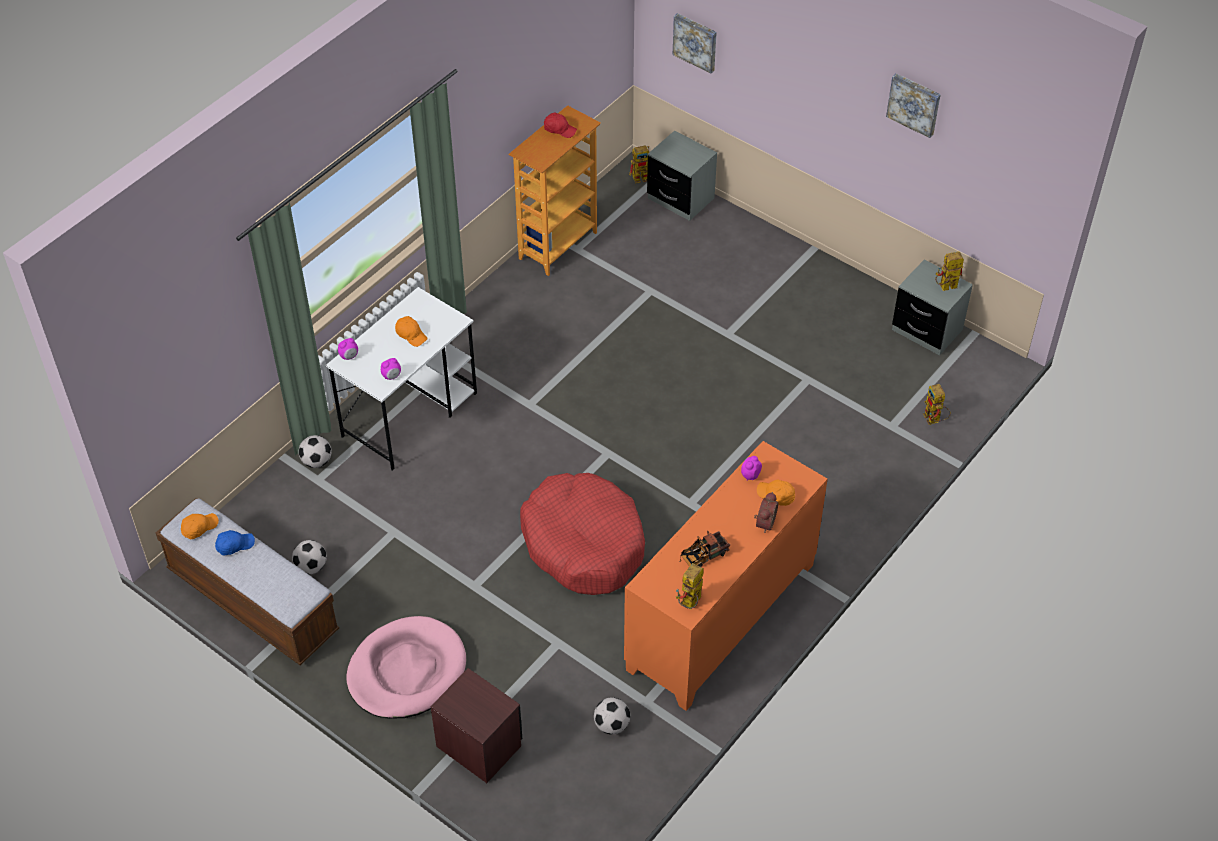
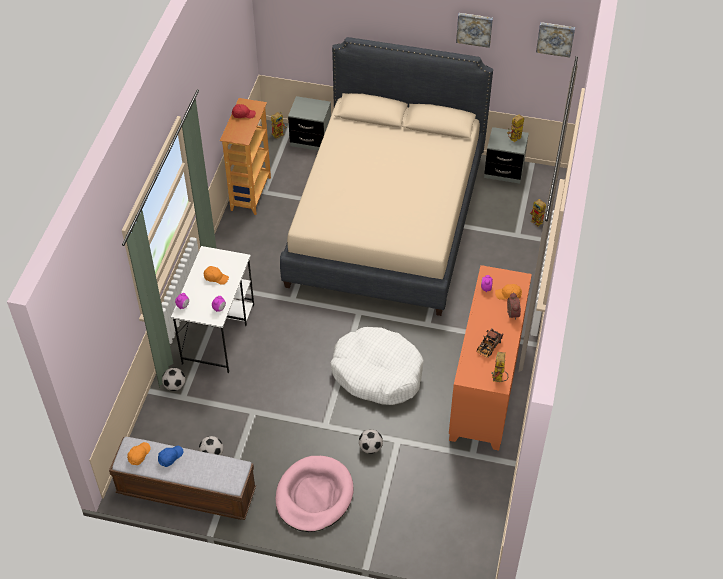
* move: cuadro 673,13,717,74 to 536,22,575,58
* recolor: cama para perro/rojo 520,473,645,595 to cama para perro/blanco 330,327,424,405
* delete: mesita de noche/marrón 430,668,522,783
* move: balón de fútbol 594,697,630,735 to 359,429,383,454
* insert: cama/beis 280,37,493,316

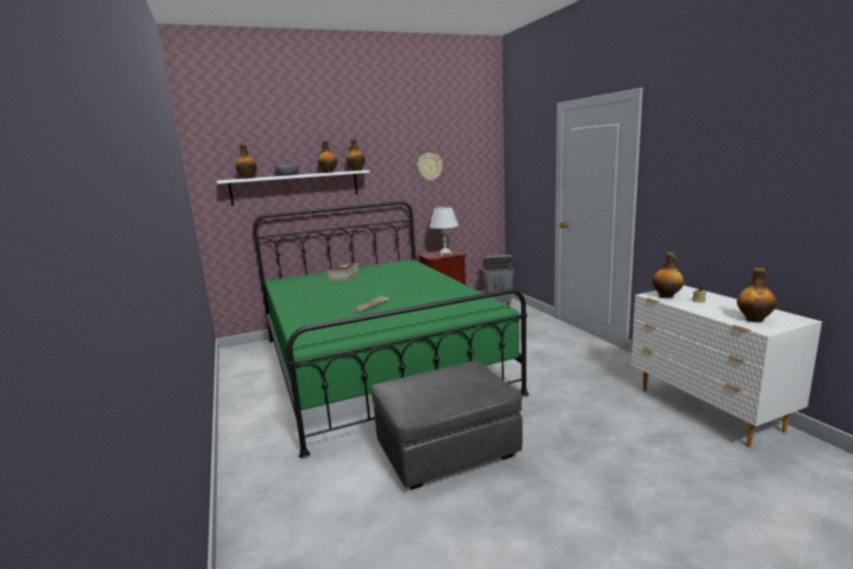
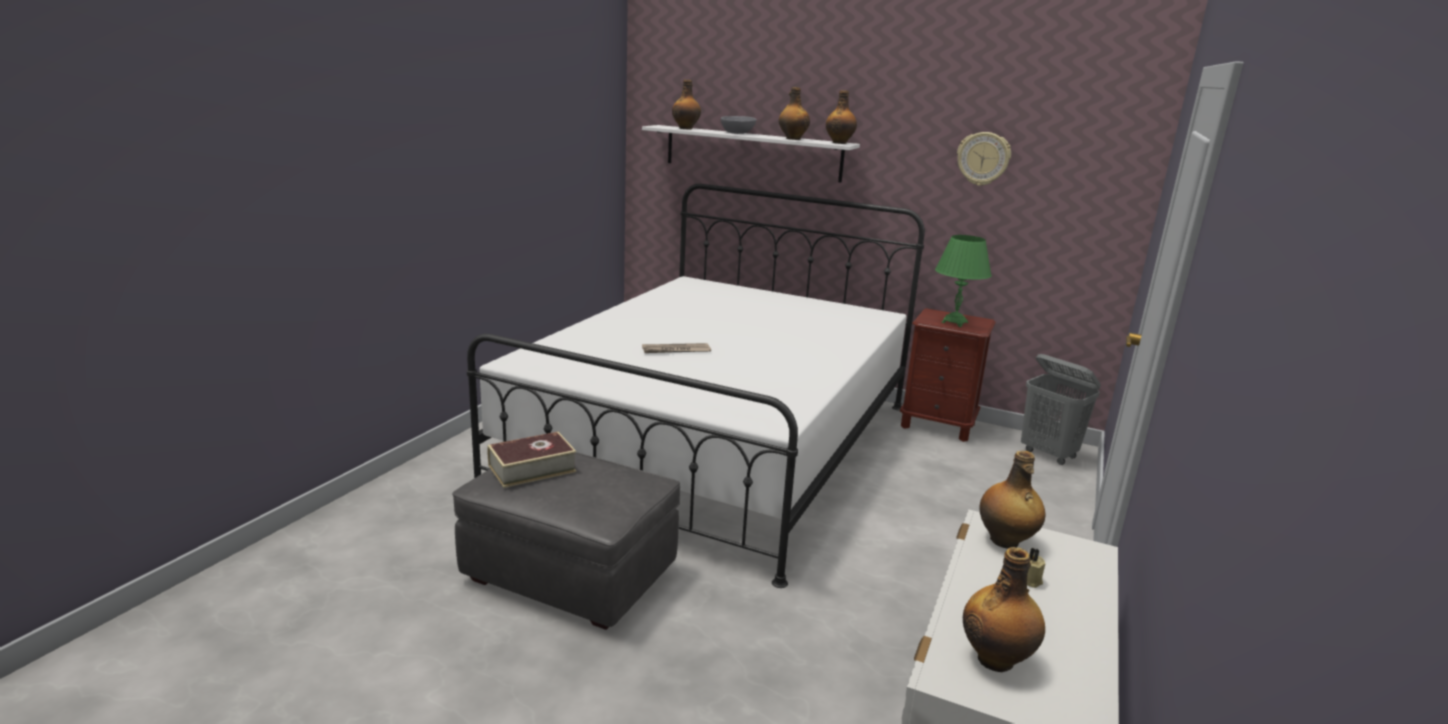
* recolor: cama/verde 253,201,529,458 to cama/blanco 467,184,925,588
* recolor: lámpara de mesa/blanco 429,206,459,255 to lámpara de mesa/verde 935,235,992,327
* move: libro 328,263,360,281 to 487,432,577,488

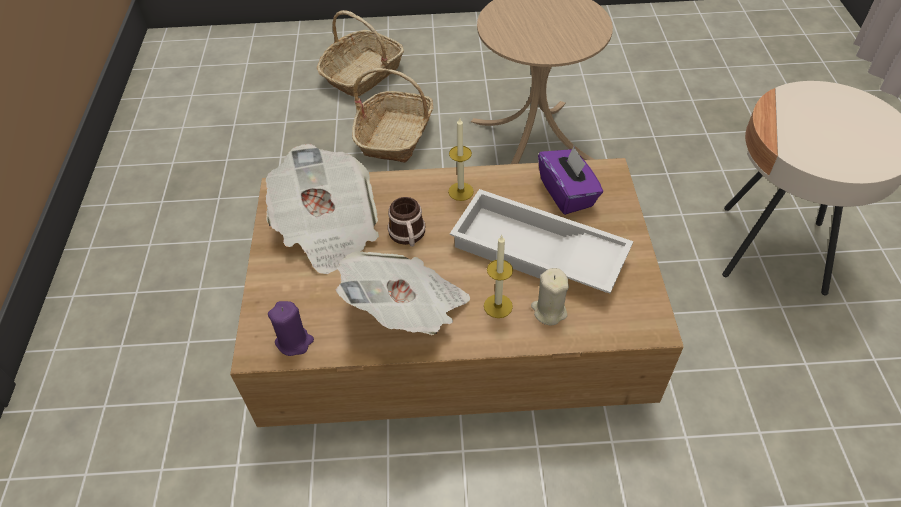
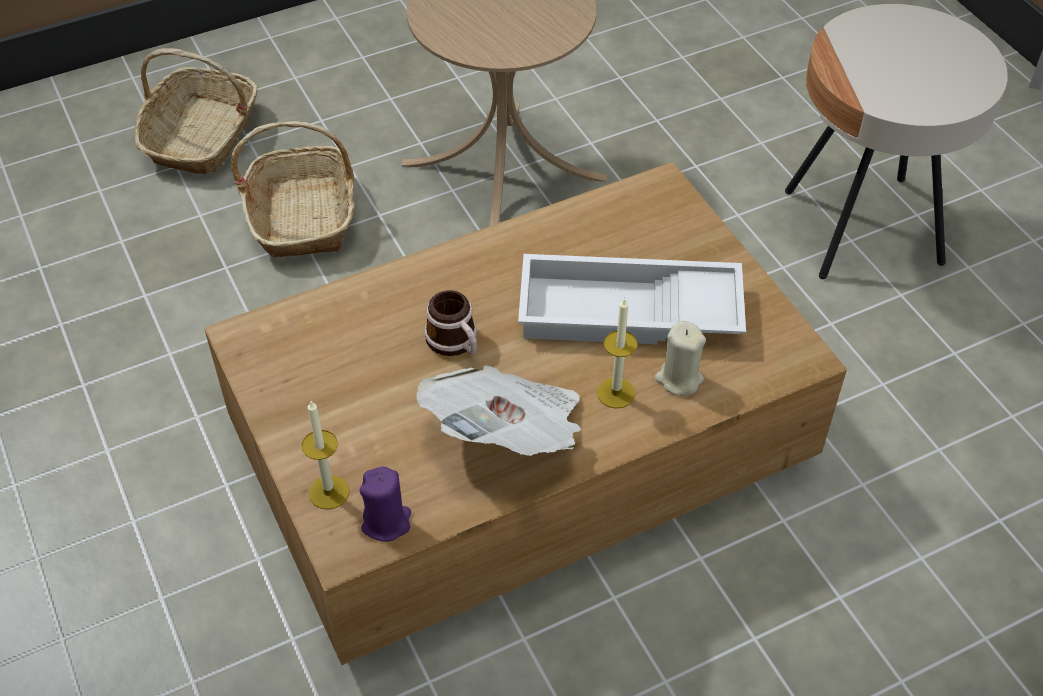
* move: vela 448,118,474,201 to 302,401,349,510
* delete: periódico 266,144,379,274
* delete: caja de pañuelos/morado 538,146,603,215

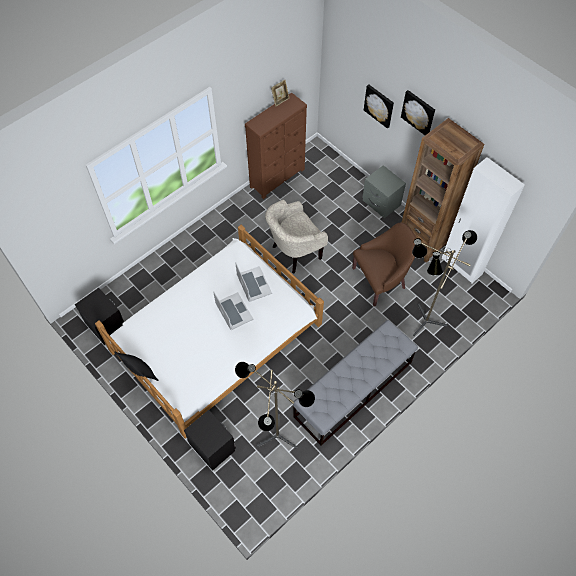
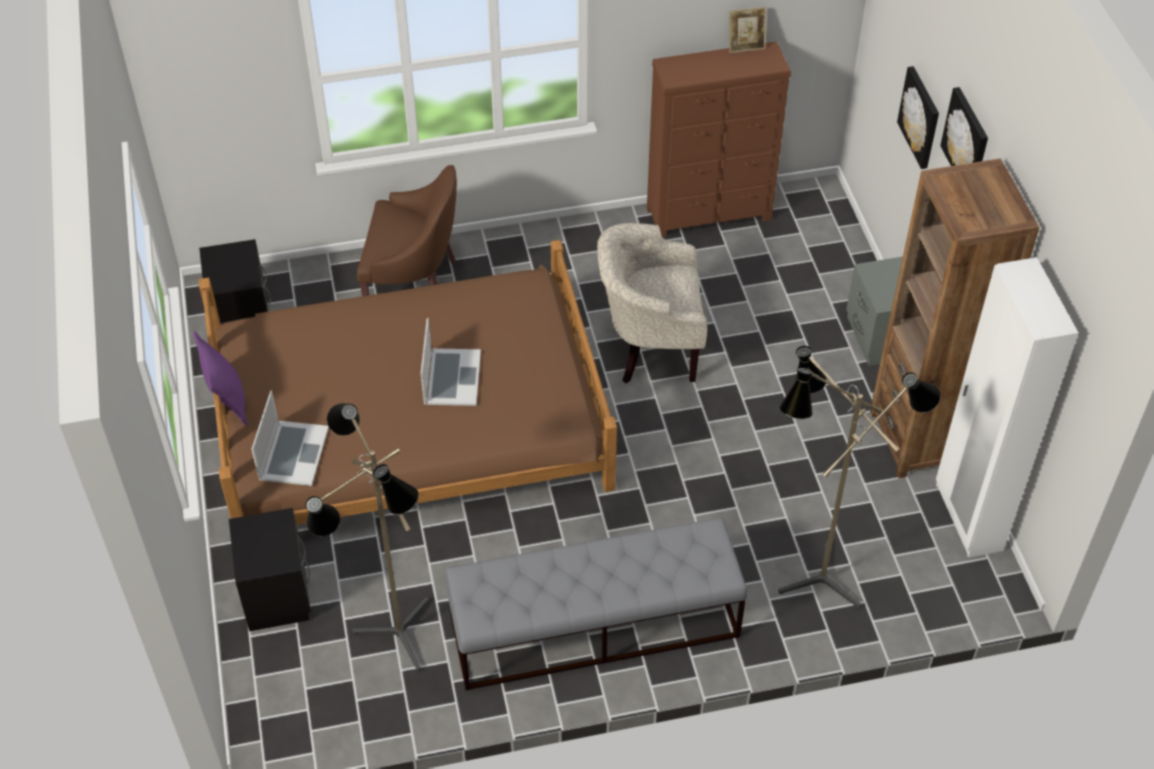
* move: sillón/marrón 352,222,416,306 to 357,165,457,296
* recolor: cama/blanco 95,225,324,439 to cama/marrón 199,240,617,525
* move: portátil 236,263,272,302 to 251,390,329,486
* recolor: cojín/negro 114,352,158,381 to cojín/morado 193,331,248,426

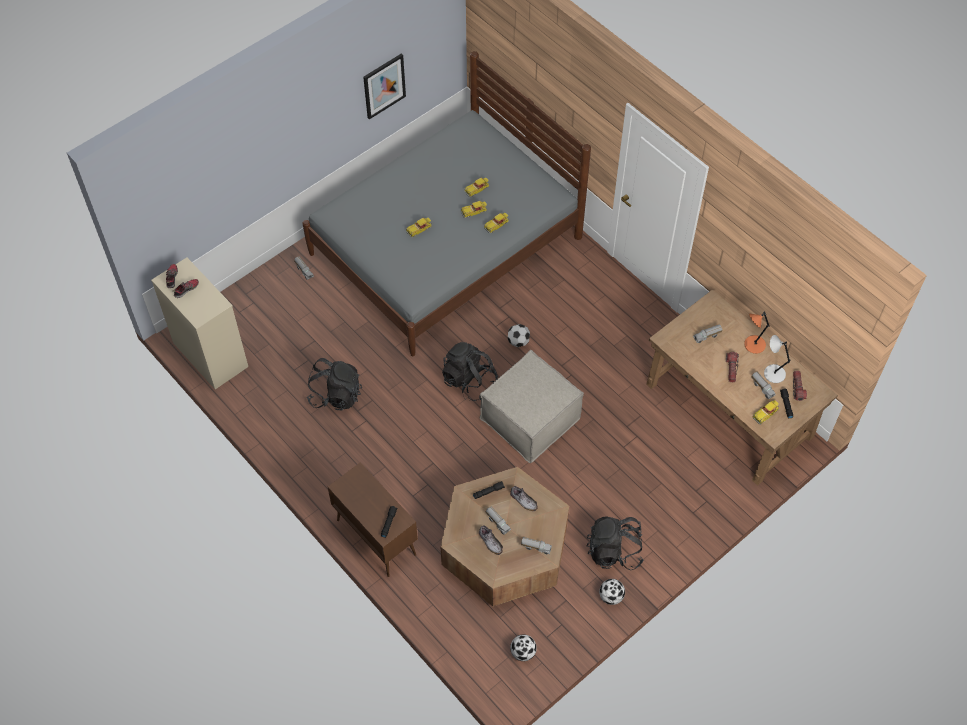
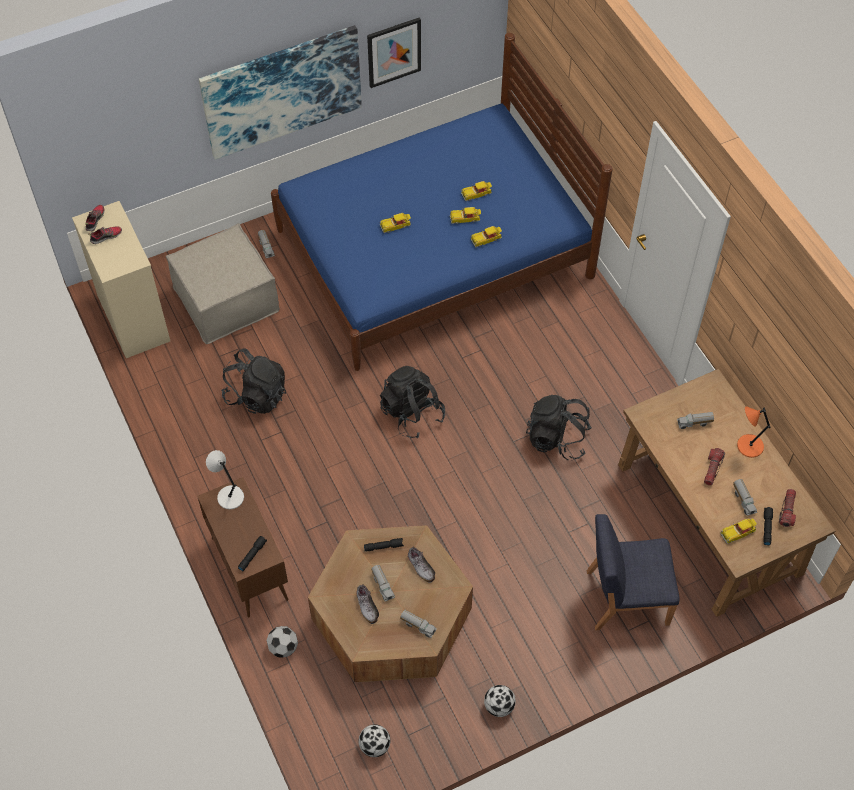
* recolor: cama/gris 303,51,591,356 to cama/azul 271,33,613,371
* move: balón de fútbol 508,324,530,347 to 266,626,298,658
* move: lámpara de mesa/gris 764,335,791,383 to 206,450,244,510
* move: puf/beis 480,350,584,463 to 166,223,280,344
* move: mochila/negro 587,517,644,570 to 526,395,592,460
* insert: cuadro 199,25,362,160
* insert: silla/azul 587,514,679,630

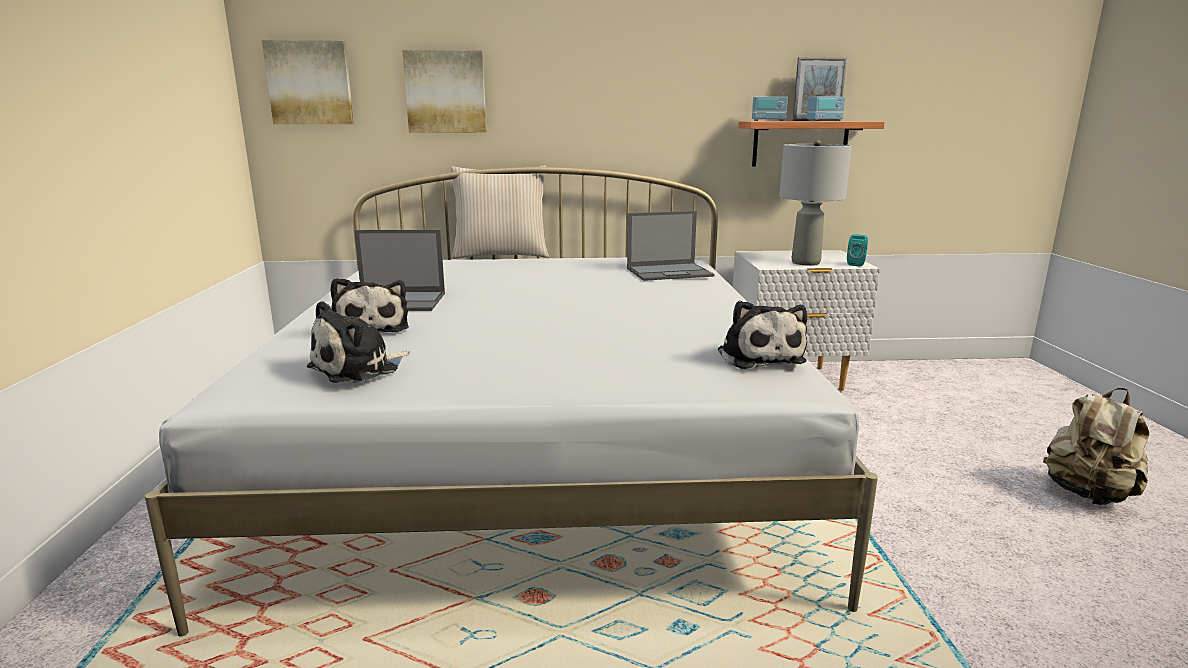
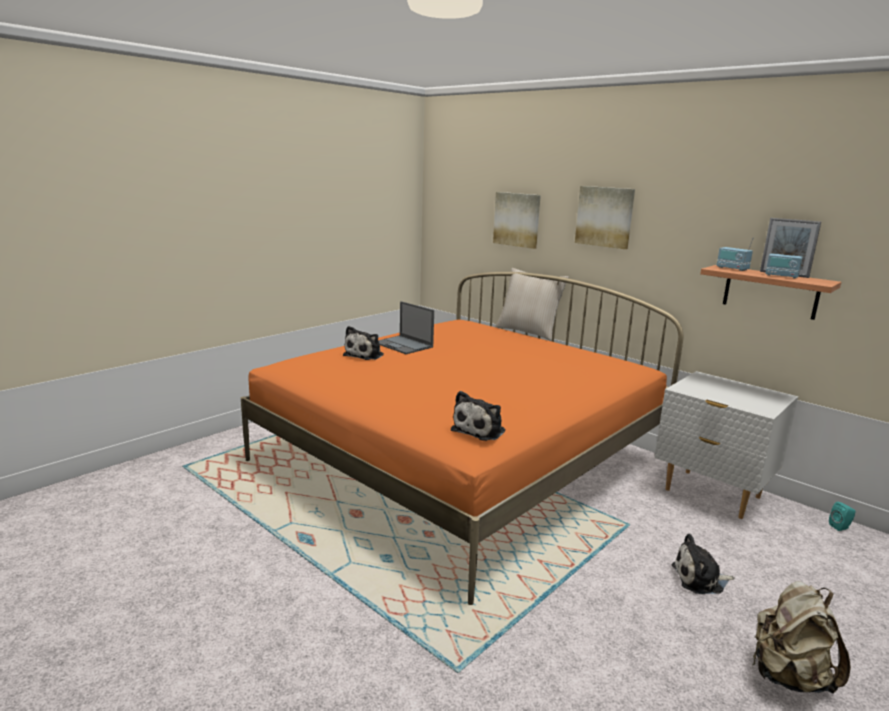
* move: cuadro 262,40,354,124 to 575,186,635,249
* delete: lámpara de mesa/gris 779,140,852,266
* recolor: cama/blanco 144,167,878,637 to cama/naranja 241,272,683,605
* delete: portátil 627,211,715,281
* move: altavoz/turquesa 847,234,868,267 to 829,502,855,531
* move: peluche 307,301,410,383 to 671,534,735,594

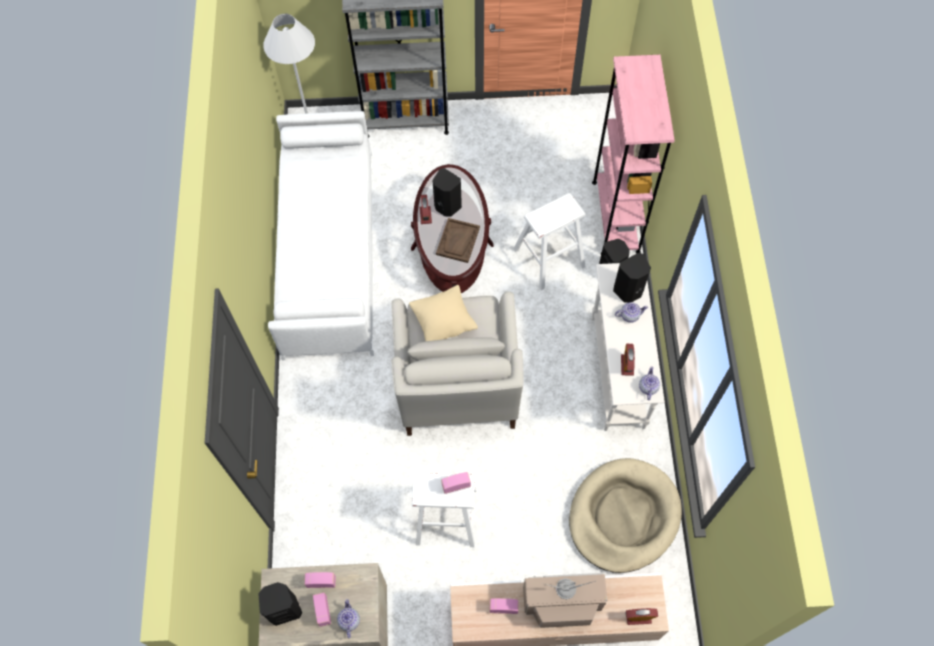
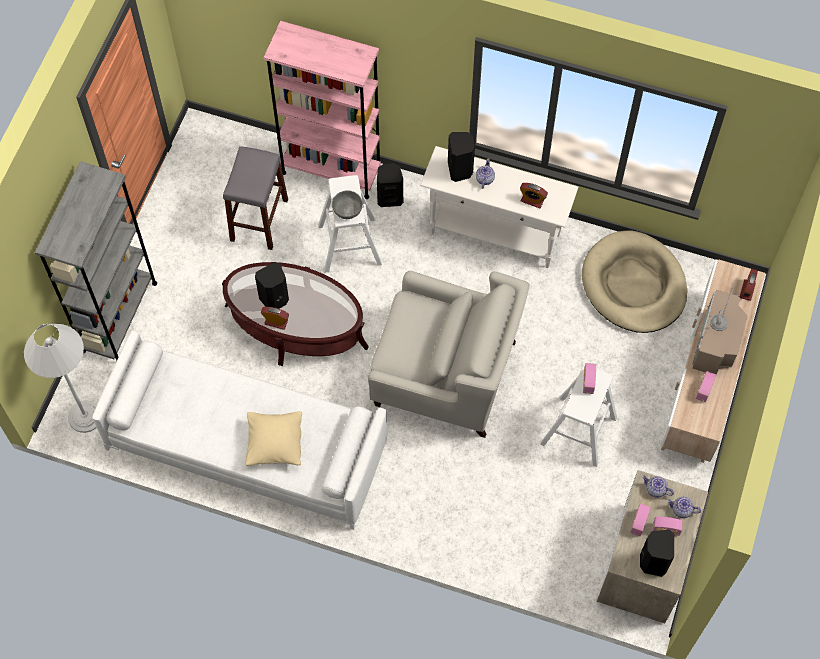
* delete: bandeja/marrón 436,218,480,263
* move: cojín/beis 409,285,478,341 to 245,411,302,466
* move: tetera 639,366,660,400 to 642,476,674,498
* insert: taburete/gris 223,146,288,250
* insert: cuenco/gris 332,190,363,219

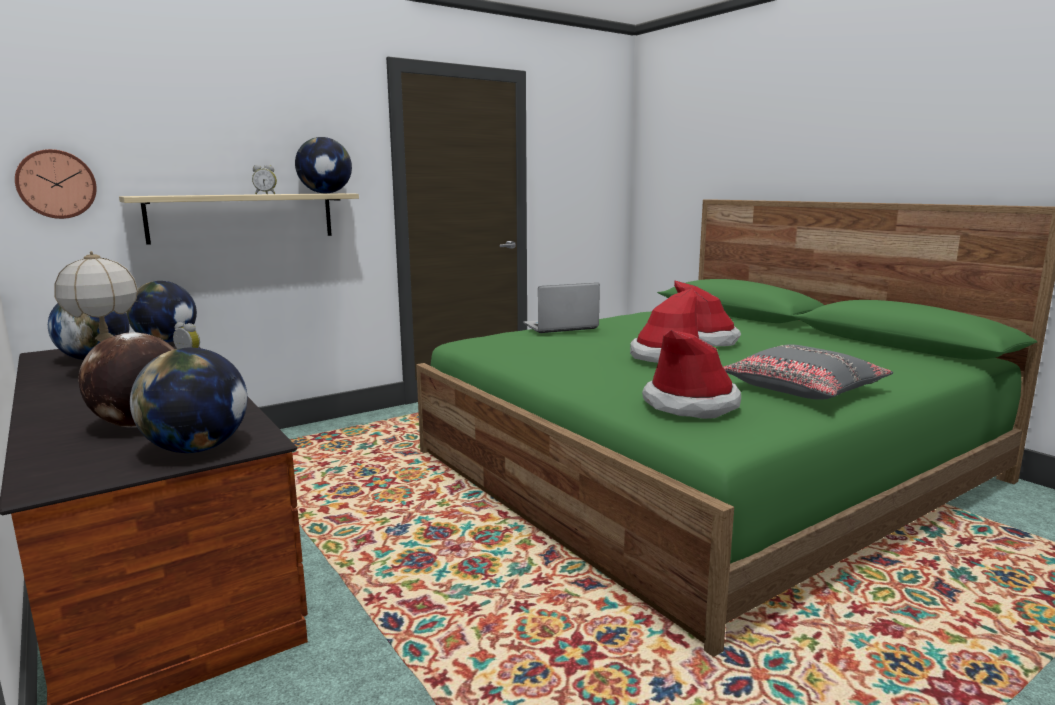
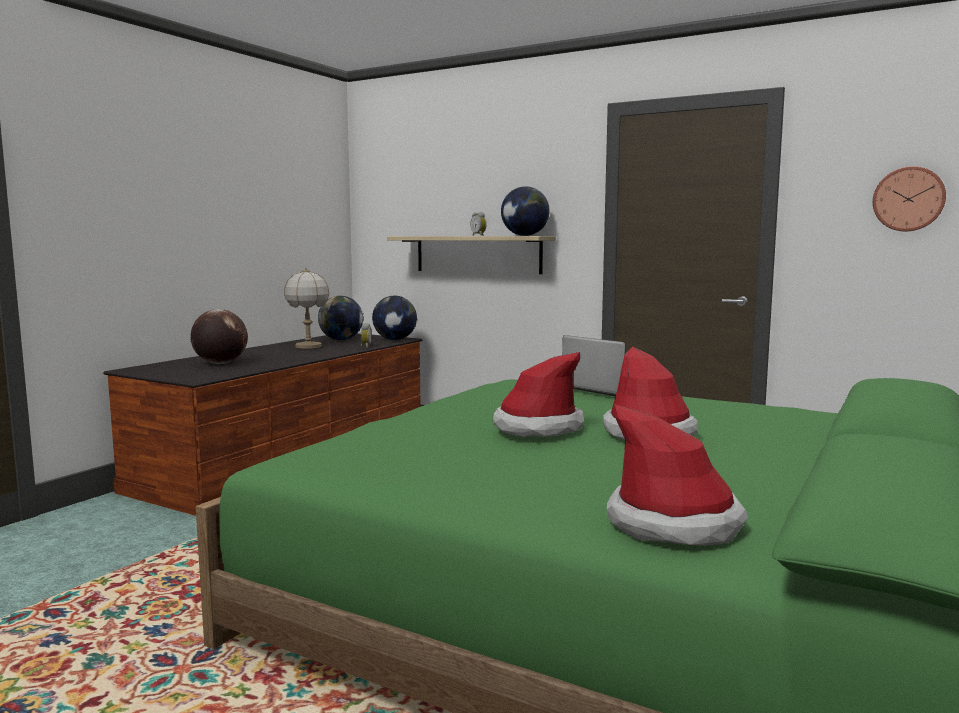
* move: reloj de pared 15,149,97,219 to 873,166,946,232
* move: sombrero 642,330,741,419 to 607,404,748,546
* delete: cojín/gris 723,344,893,400
* delete: globo terráqueo 130,348,247,453

